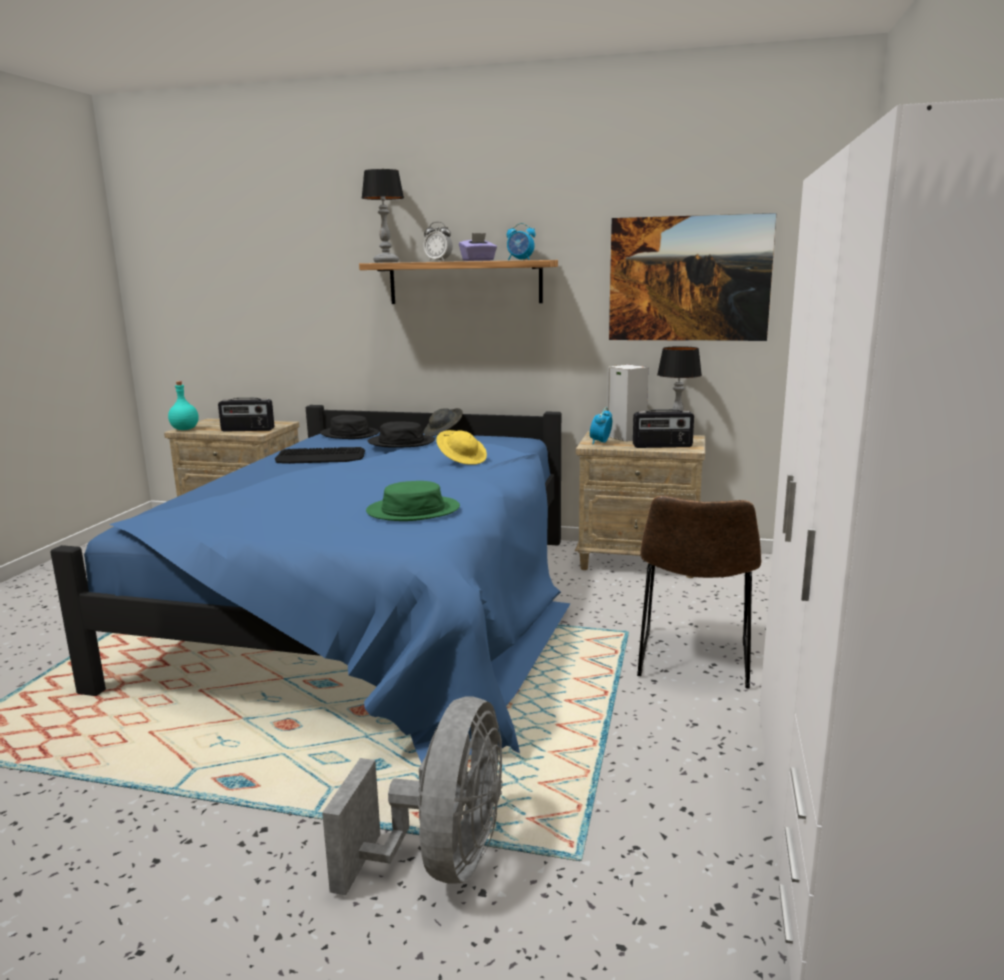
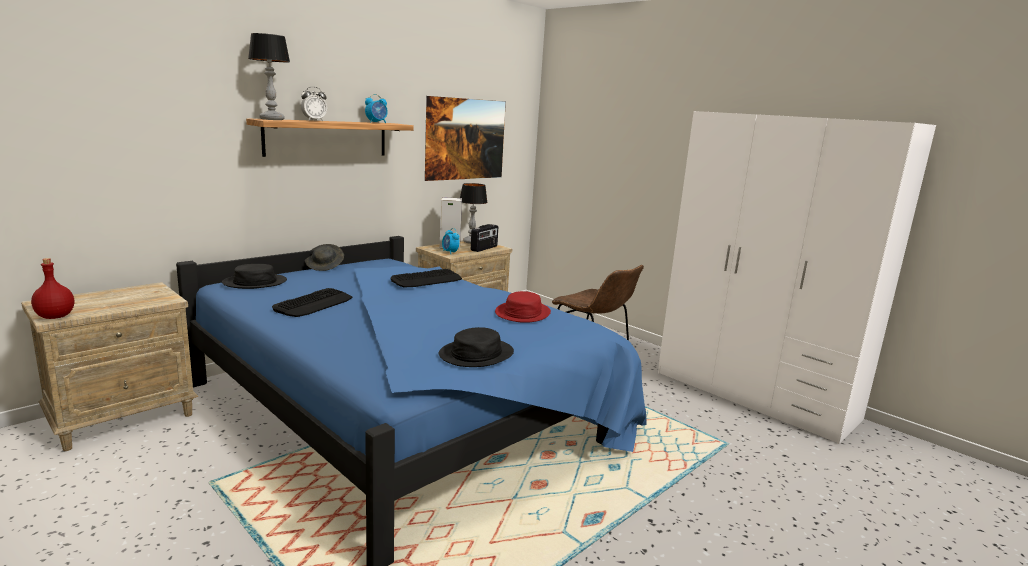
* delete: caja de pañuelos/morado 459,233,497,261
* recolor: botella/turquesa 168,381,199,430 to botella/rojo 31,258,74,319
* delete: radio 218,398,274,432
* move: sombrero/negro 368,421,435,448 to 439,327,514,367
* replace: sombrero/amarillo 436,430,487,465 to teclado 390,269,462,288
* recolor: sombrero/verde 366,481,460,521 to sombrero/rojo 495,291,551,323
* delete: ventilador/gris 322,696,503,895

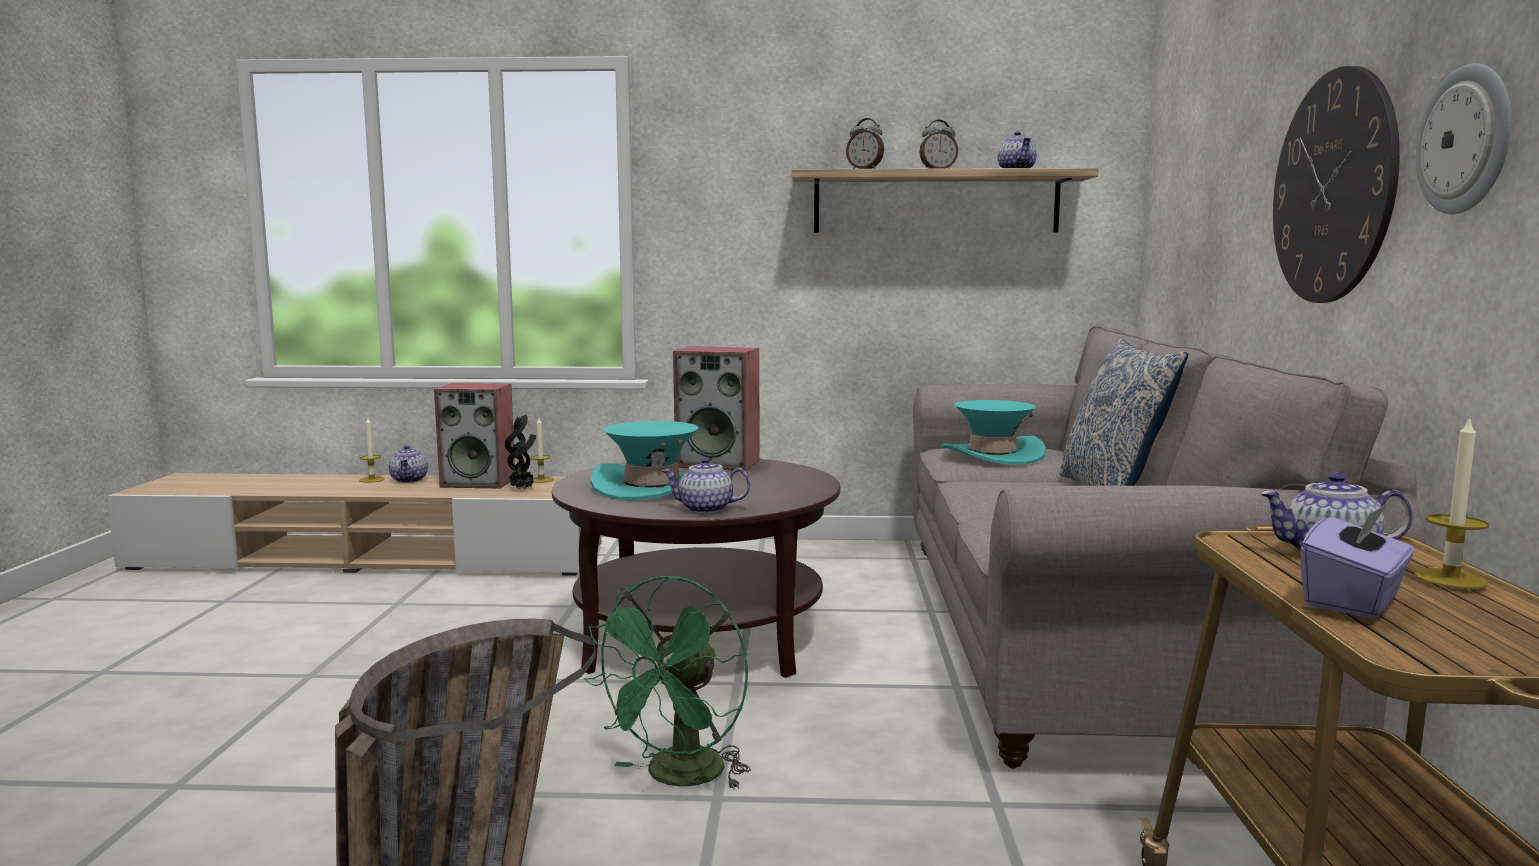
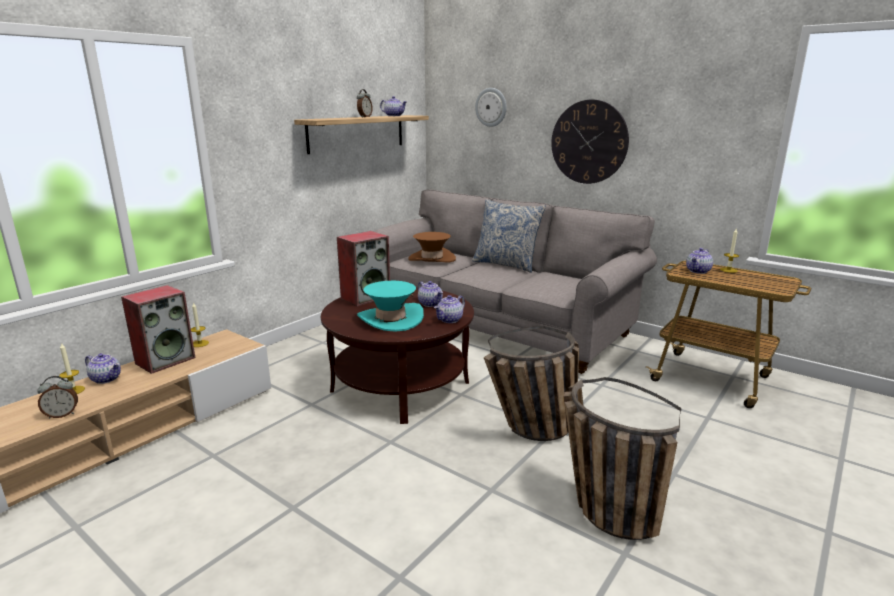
* move: reloj de pared 1416,63,1512,214 to 475,88,507,127
* move: despertador 846,118,884,169 to 37,376,78,419
* recolor: sombrero/turquesa 941,400,1046,465 to sombrero/marrón 408,232,456,263
* delete: planta en maceta 505,415,536,489
* delete: caja de pañuelos/morado 1300,504,1414,619
* replace: ventilador/verde 584,576,751,790 to cesta 484,326,579,441
* insert: tetera 418,281,443,307

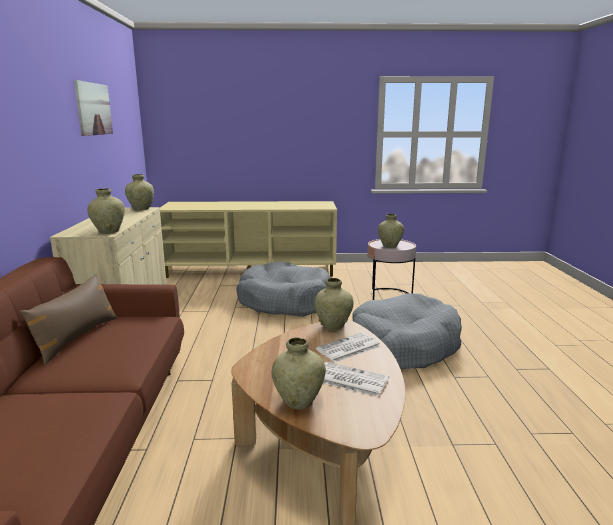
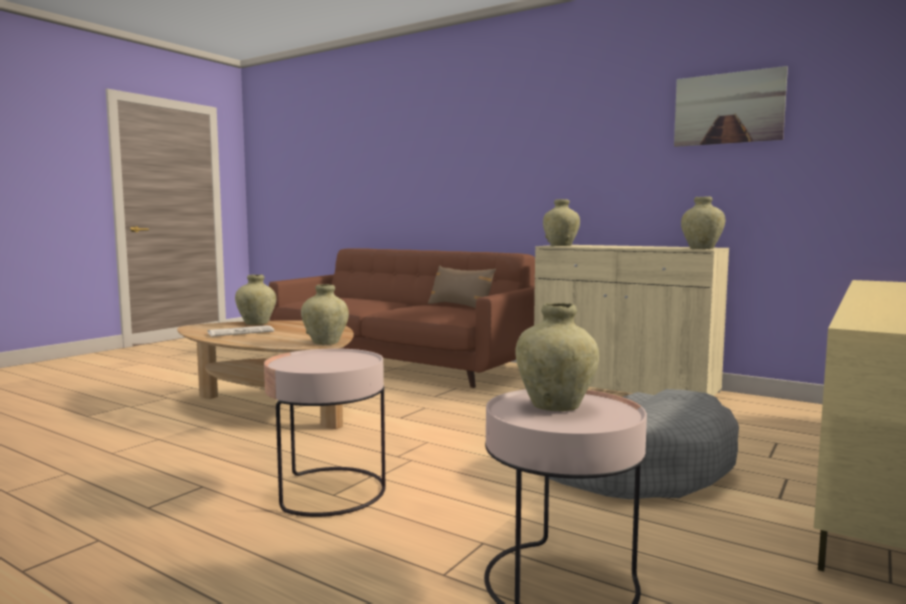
* replace: cama para perro/gris 352,293,462,369 to mesa auxiliar/rosa 264,348,386,517
* delete: periódico 316,332,381,363

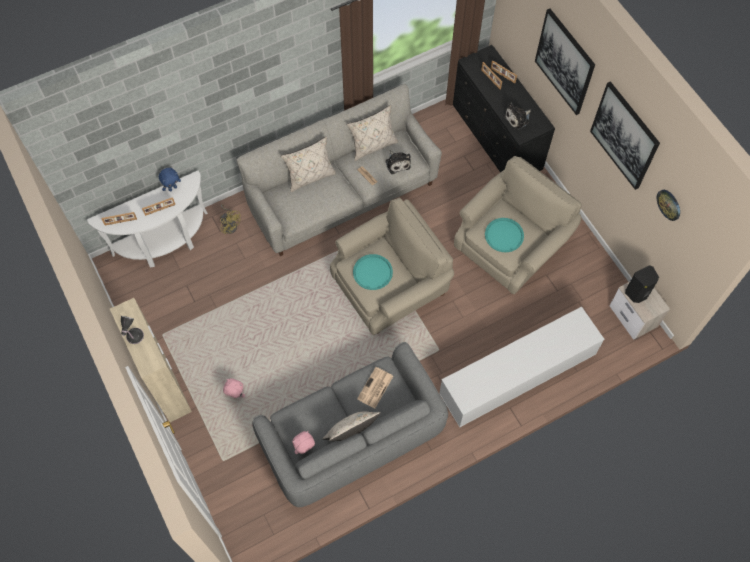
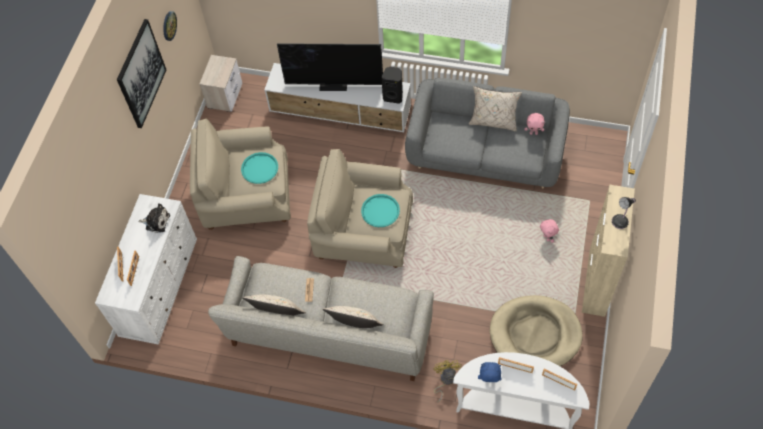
* delete: cuadro 535,9,595,115
* recolor: cómoda/negro 453,45,555,172 to cómoda/blanco 95,194,197,345
* delete: peluche 385,150,411,174
* move: altavoz/negro 625,265,659,303 to 381,67,403,104
* delete: periódico 357,367,393,408
* insert: televisor 277,43,383,91
* insert: cama para perro/beis 490,295,582,367

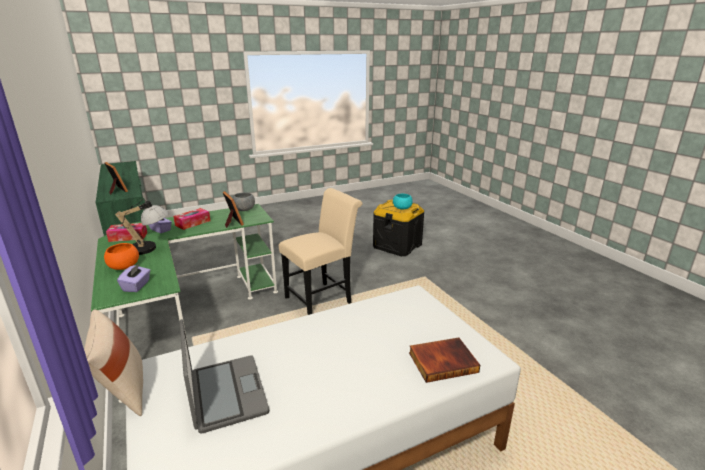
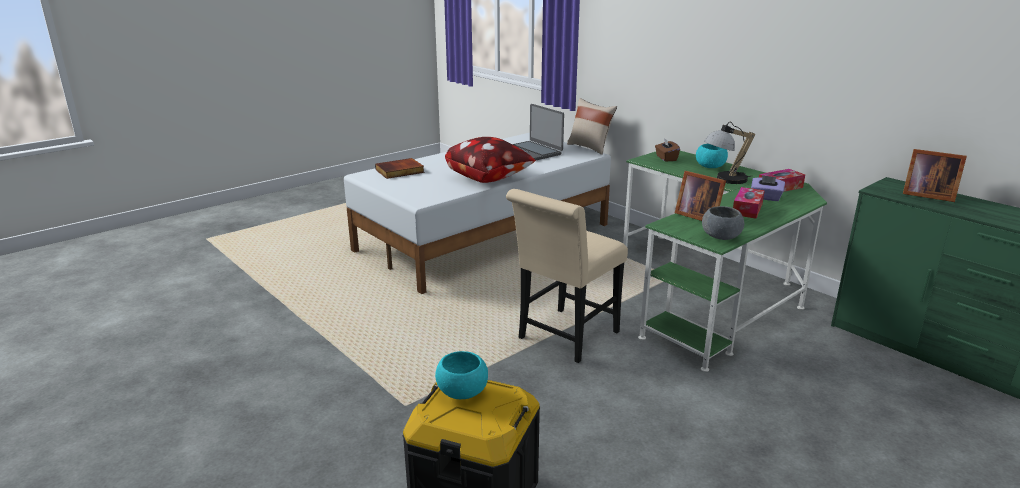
* recolor: cuenco/naranja 104,243,139,270 to cuenco/turquesa 696,144,728,168
* recolor: caja de pañuelos/morado 117,264,150,292 to caja de pañuelos/marrón 655,138,680,162
* insert: cojín 445,137,535,183

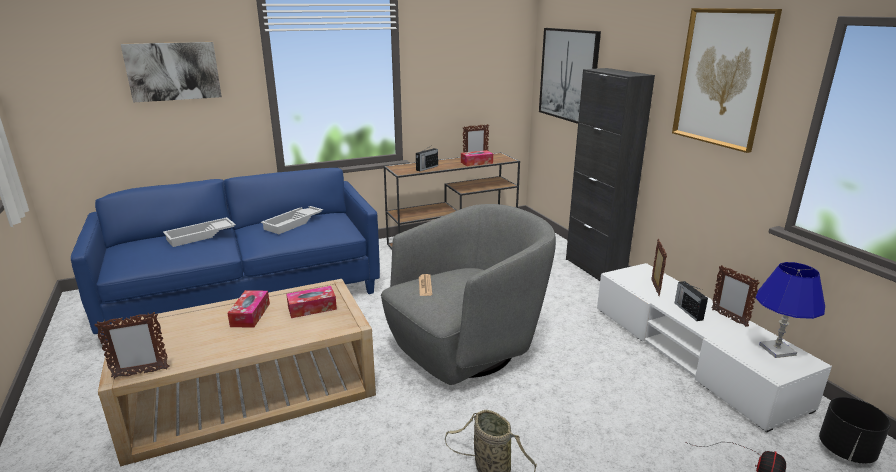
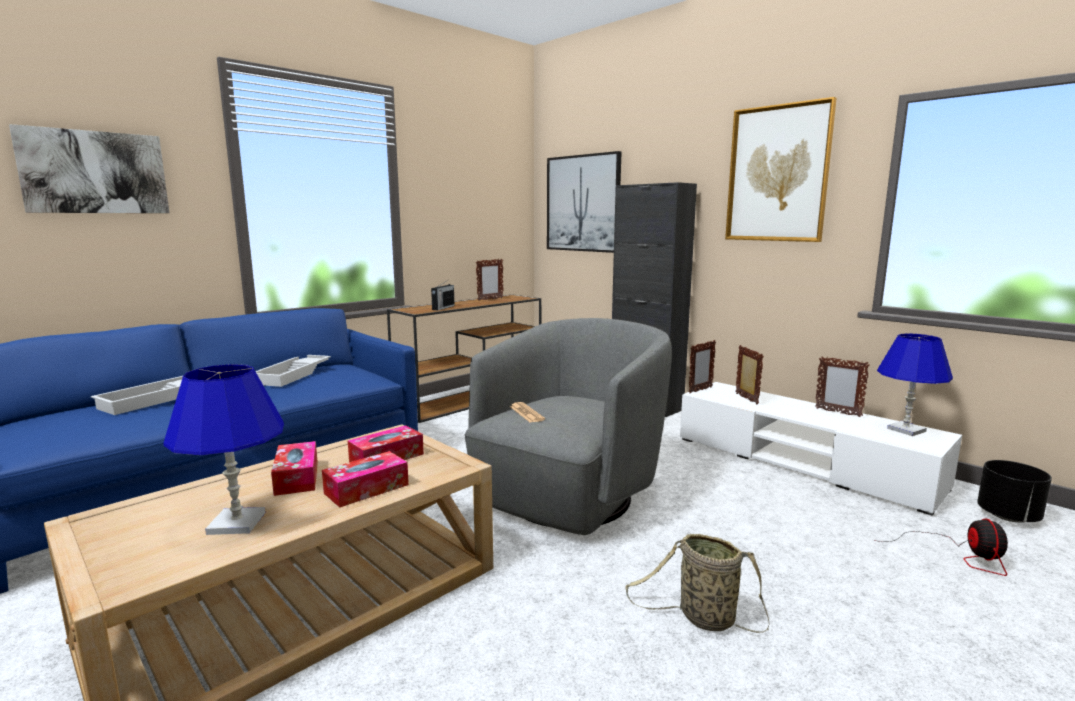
* move: caja de pañuelos 461,150,493,166 to 322,451,409,507
* delete: radio 675,281,708,321
* move: portarretratos 94,312,170,379 to 689,340,716,394
* insert: lámpara de mesa/azul 163,364,284,535

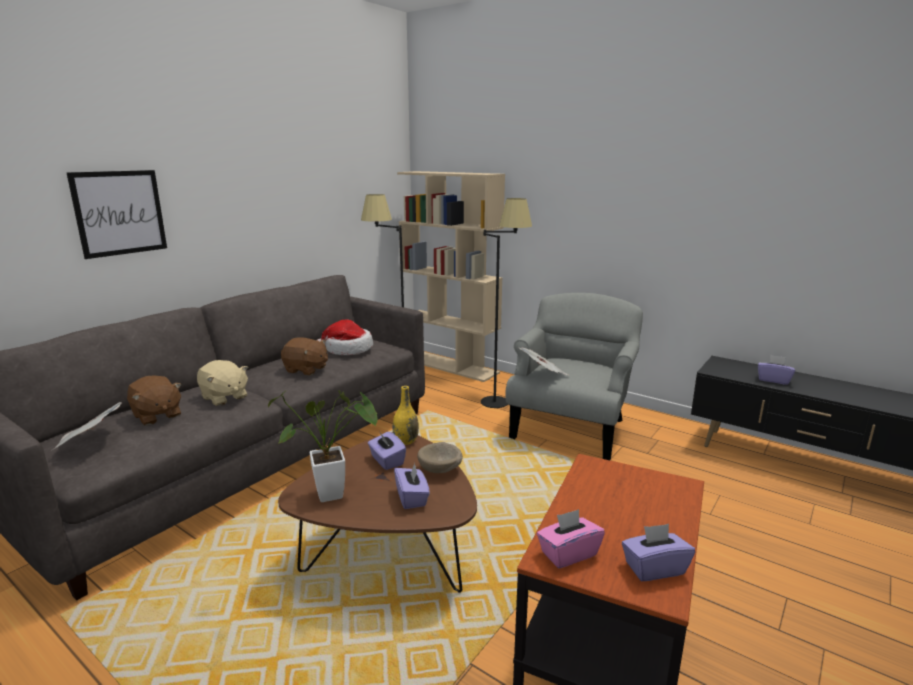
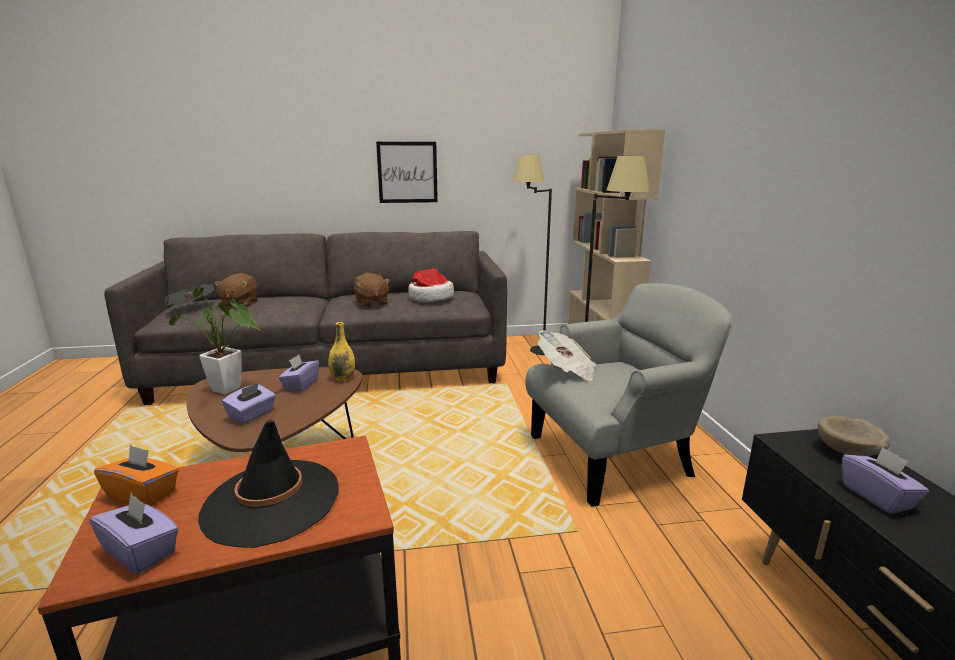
* move: cuadro 67,170,167,259 to 376,142,438,203
* delete: peluche/beis 197,360,248,406
* move: cuenco/beis 417,442,463,473 to 818,416,890,456
* recolor: caja de pañuelos/rosa 537,509,605,568 to caja de pañuelos/naranja 94,445,179,506
* insert: sombrero/negro 198,420,339,548

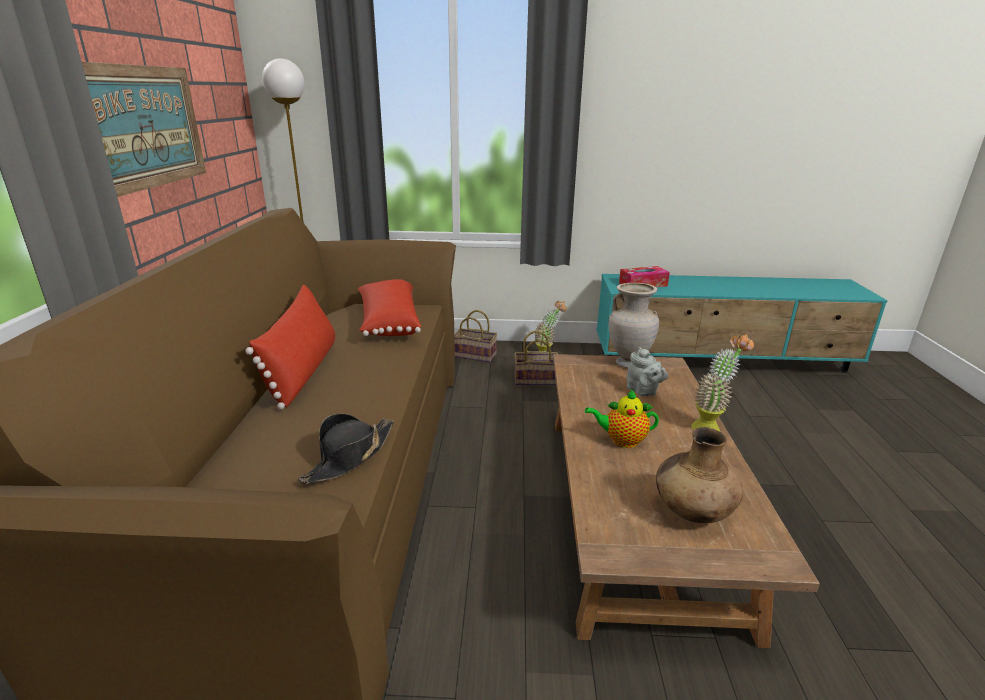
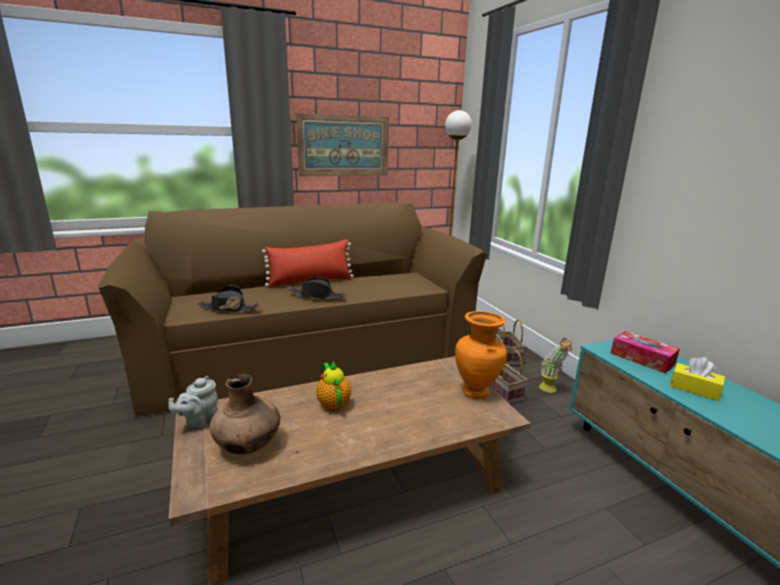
* delete: cojín/rojo 358,279,421,336
* recolor: florero/beis 609,283,659,368 to florero/naranja 455,311,507,399
* delete: planta en maceta 691,334,754,431
* move: tetera/gris 627,347,669,396 to 168,376,218,430
* insert: sombrero/negro 288,277,346,299
* insert: caja de pañuelos/amarillo 670,357,725,401

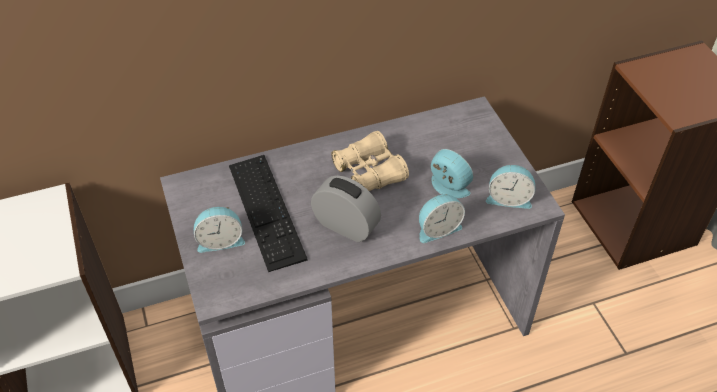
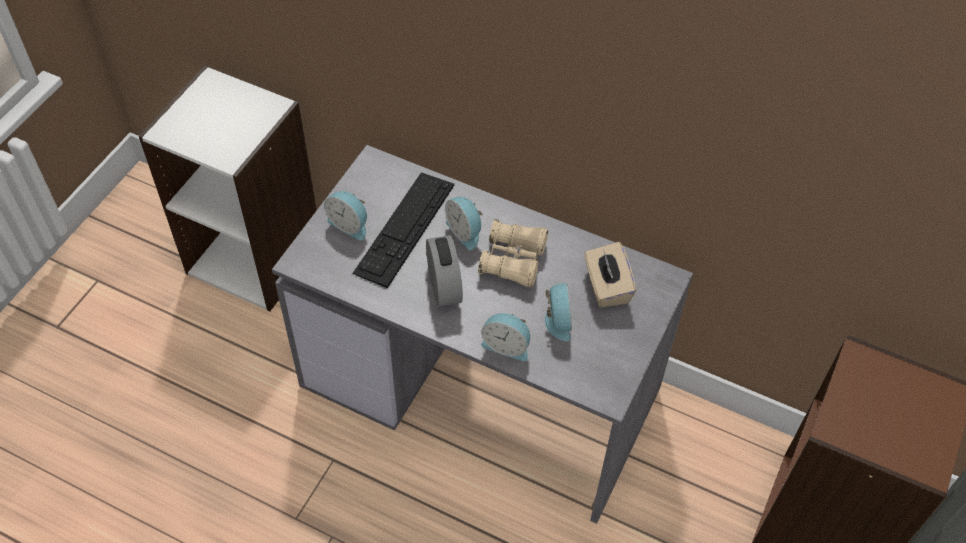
* move: despertador 486,165,535,209 to 445,197,483,250
* insert: caja de pañuelos/beis 584,242,636,308

